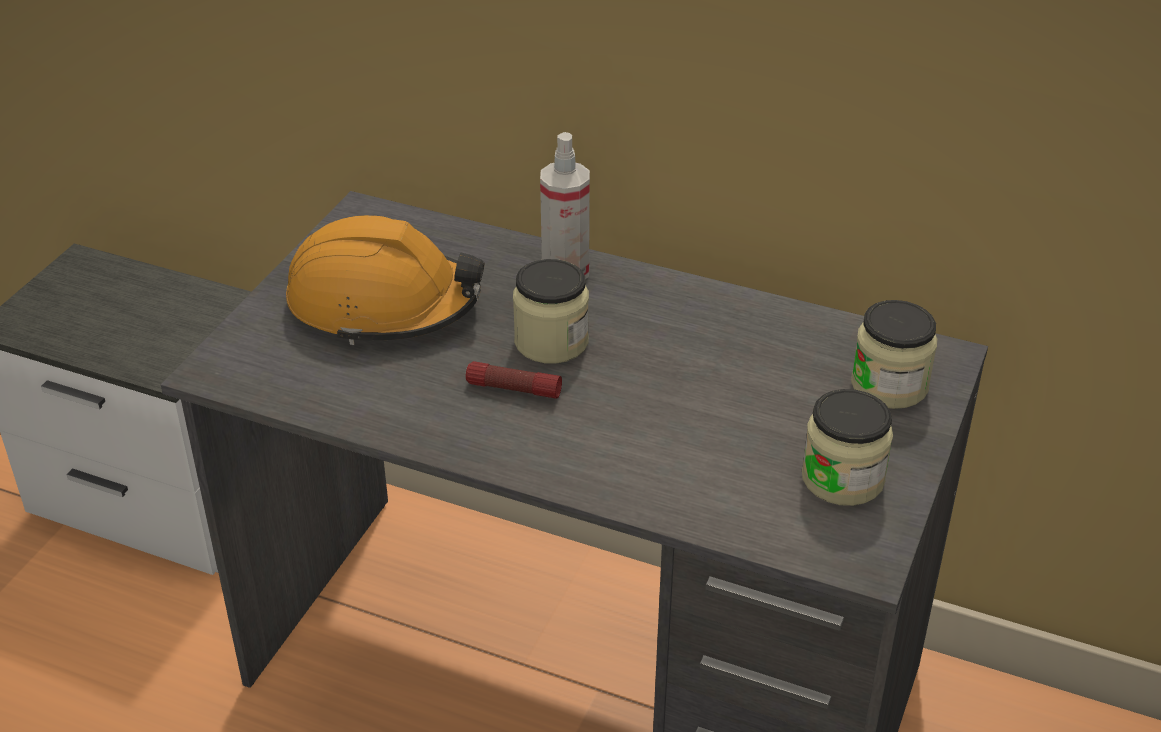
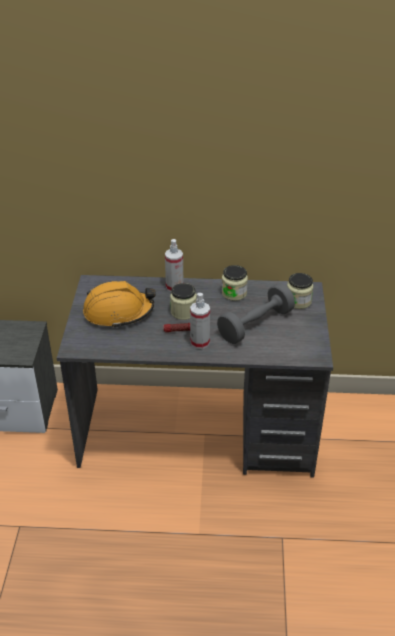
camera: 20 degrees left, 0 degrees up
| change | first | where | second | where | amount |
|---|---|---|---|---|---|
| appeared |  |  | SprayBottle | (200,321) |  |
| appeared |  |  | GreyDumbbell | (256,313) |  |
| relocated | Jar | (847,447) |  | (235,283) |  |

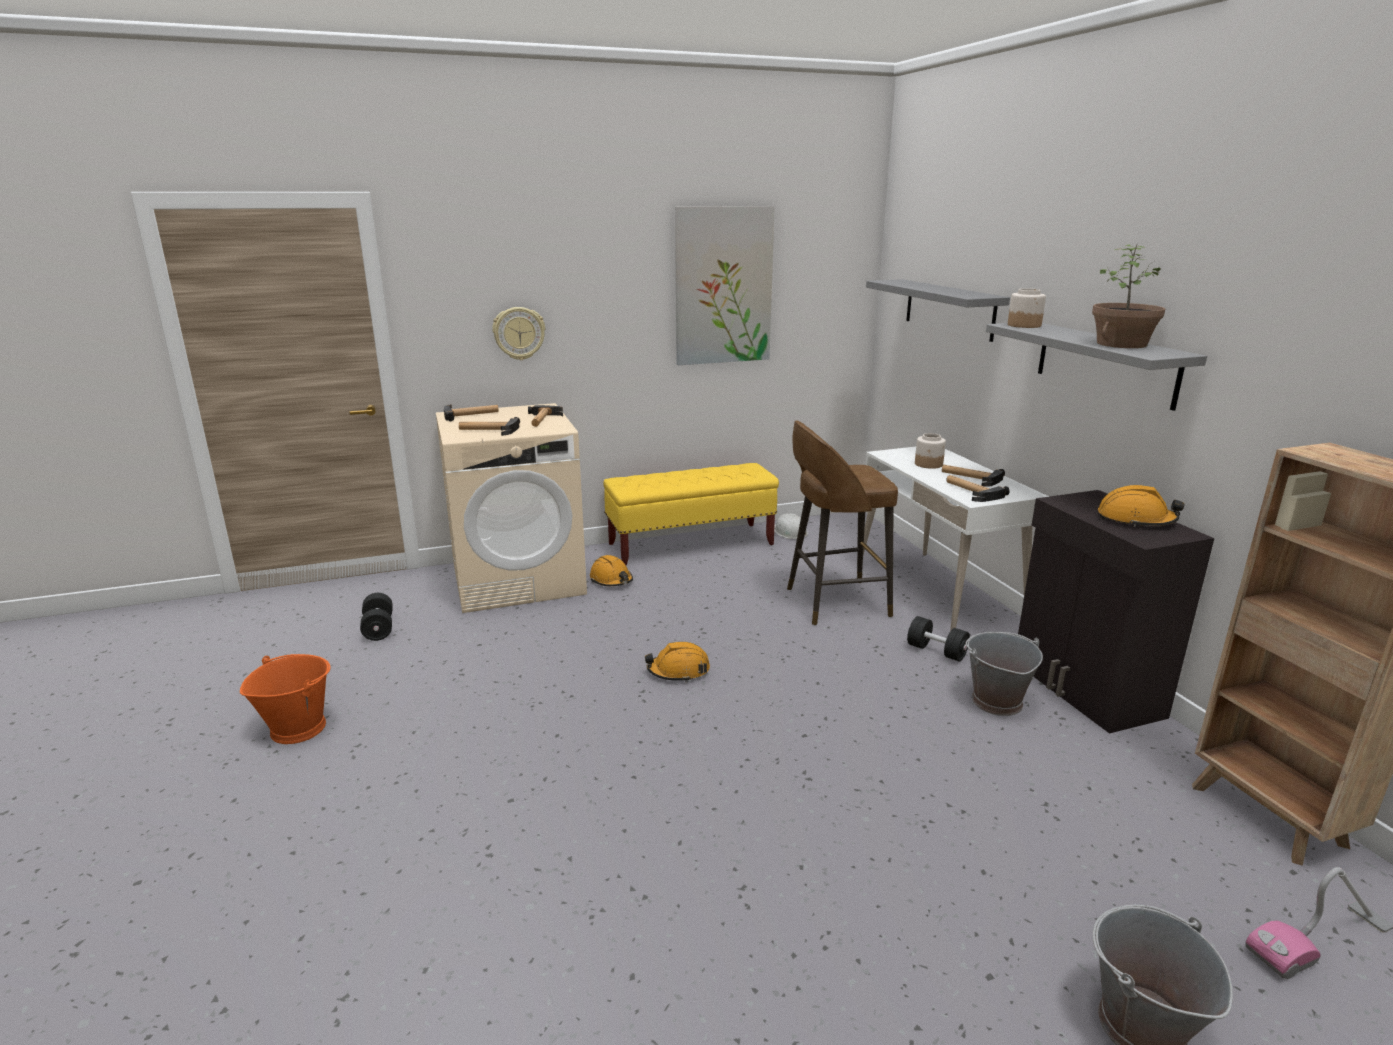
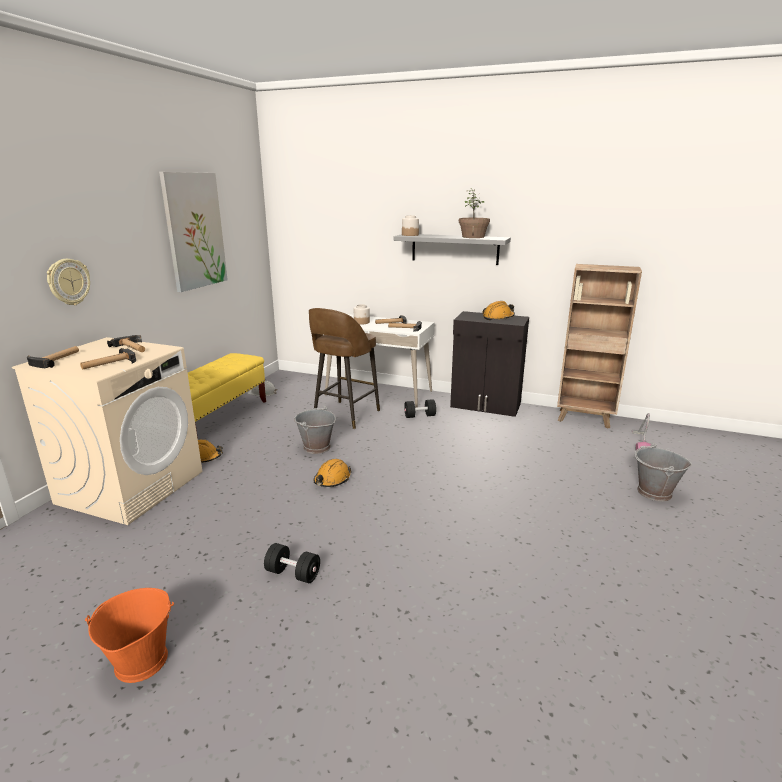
camera: 50 degrees left, 0 degrees up
| change | first | where | second | where | amount |
|---|---|---|---|---|---|
| relocated | BlackDumbbell | (376,617) |  | (292,563) |  |
| relocated | GreyBucket | (1004,674) |  | (315,430) |  |
| missing | GreyShelf | (938,310) |  |  |  |

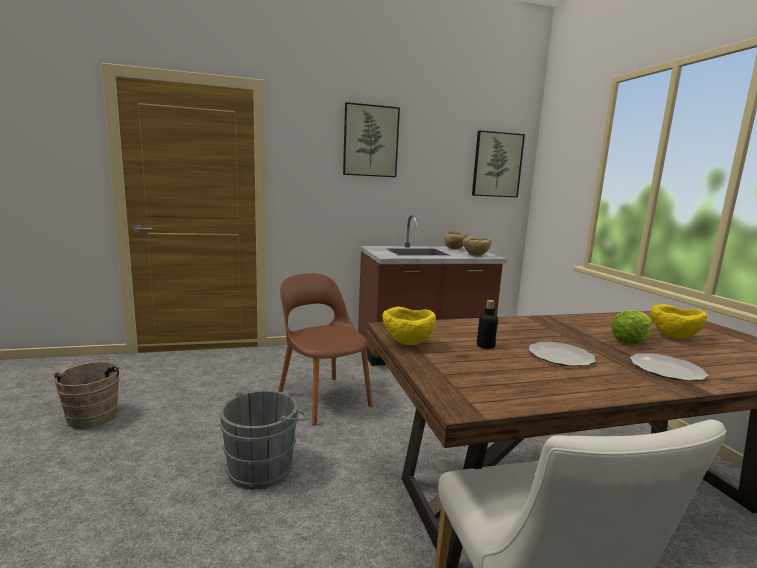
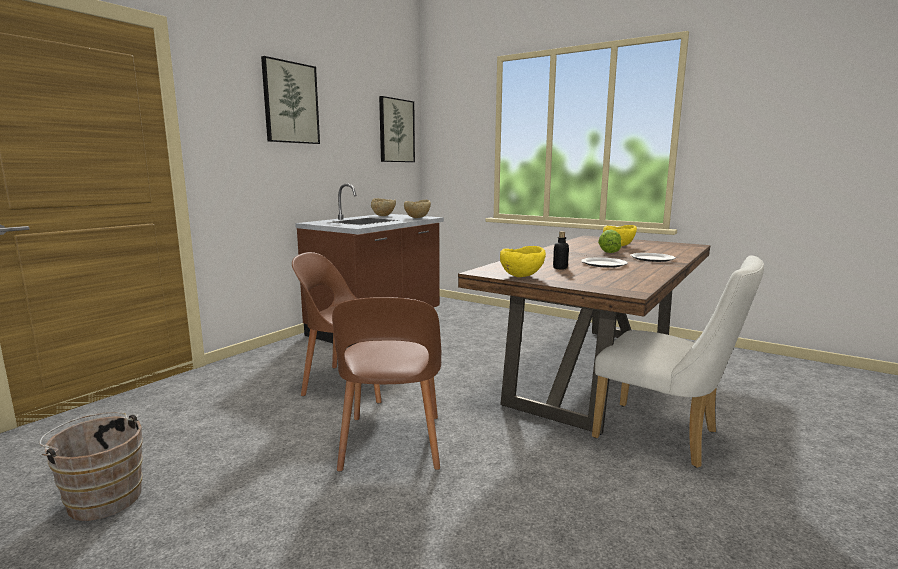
camera: 40 degrees left, 0 degrees up
| change | first | where | second | where | amount |
|---|---|---|---|---|---|
| exchanged | GreyBucket | (263,439) | BrownChair | (386,384) |  |

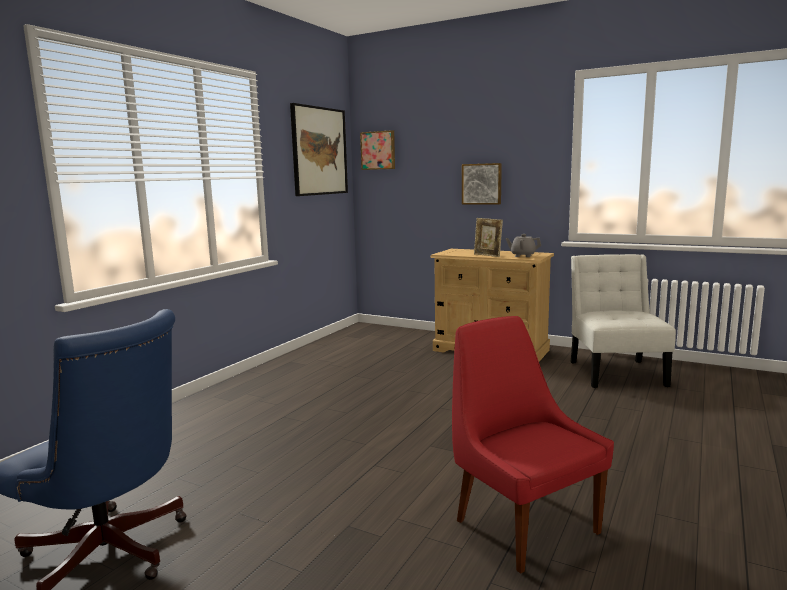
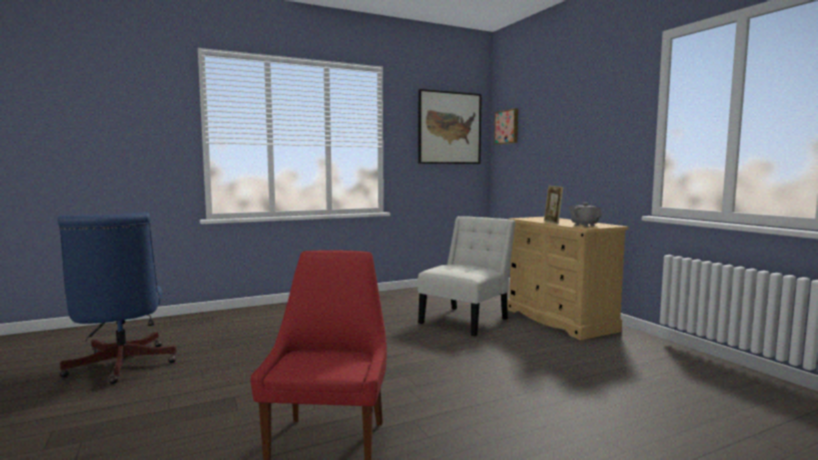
camera: 35 degrees right, 5 degrees down
| change | first | where | second | where | amount |
|---|---|---|---|---|---|
| relocated | WhiteChair | (623,321) |  | (467,276) |  |
| missing | Picture | (482,184) |  |  |  |

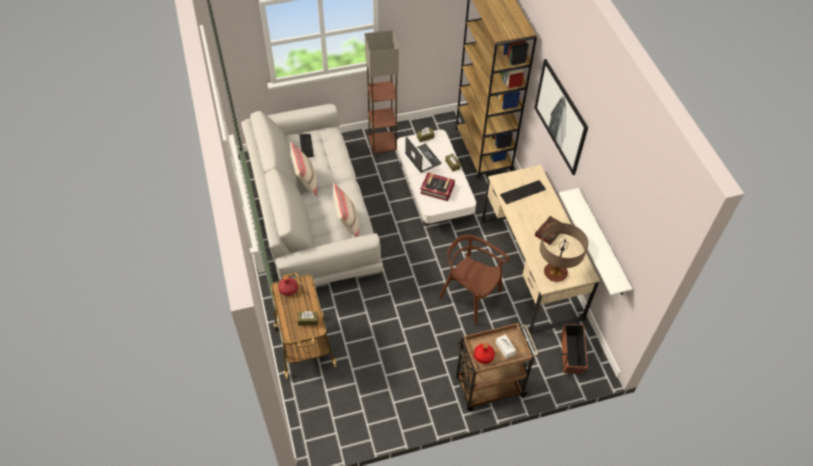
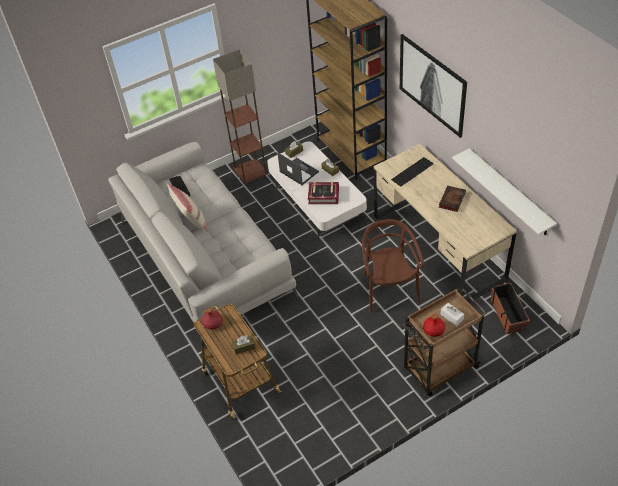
camera: 10 degrees left, 5 degrees down
| change | first | where | second | where | amount |
|---|---|---|---|---|---|
| spun | BrownChair | (474,280) |  | (393,265) | 60 degrees clockwise |
| missing | BeigePillow | (346,210) |  |  |  |
| missing | TableLamp | (564,252) |  |  |  |

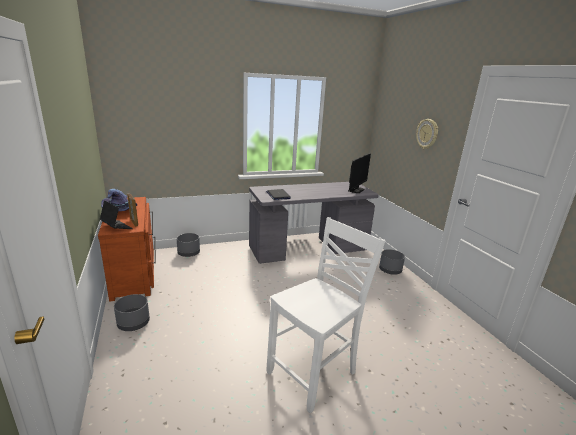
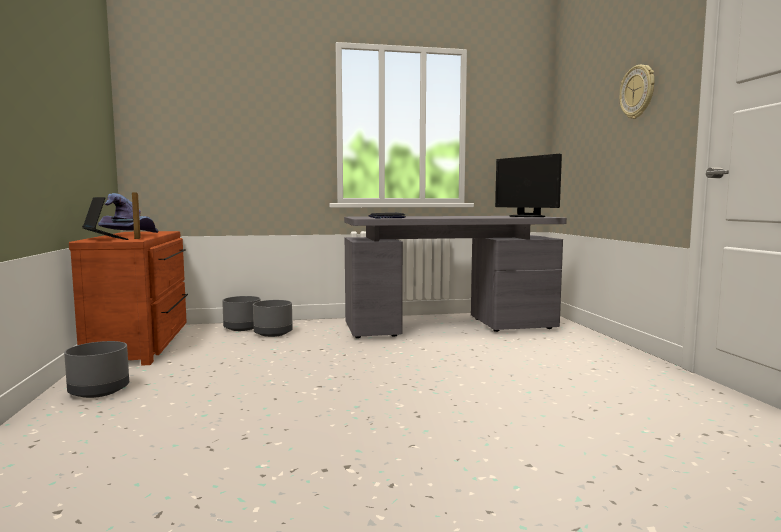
camera: 10 degrees right, 15 degrees down
| change | first | where | second | where | amount |
|---|---|---|---|---|---|
| relocated | GreyPlanter | (392,262) |  | (273,318) |  |
| spun | Monitor | (359,173) |  | (528,185) | 105 degrees clockwise |
| missing | WhiteChair | (326,315) |  |  |  |

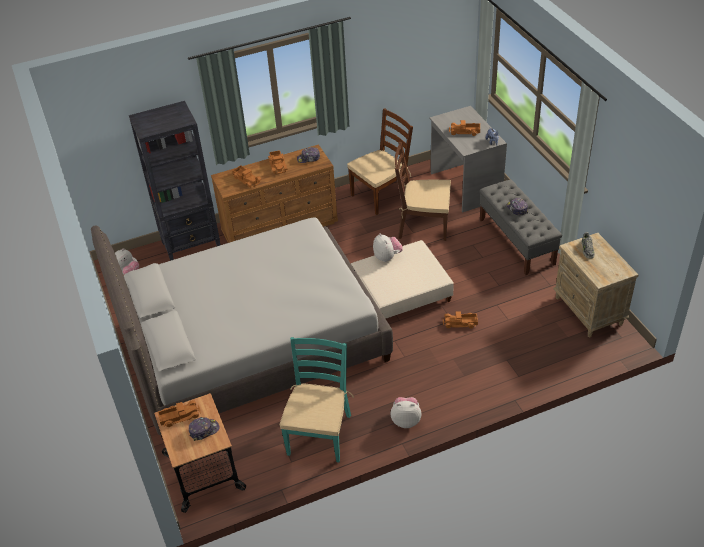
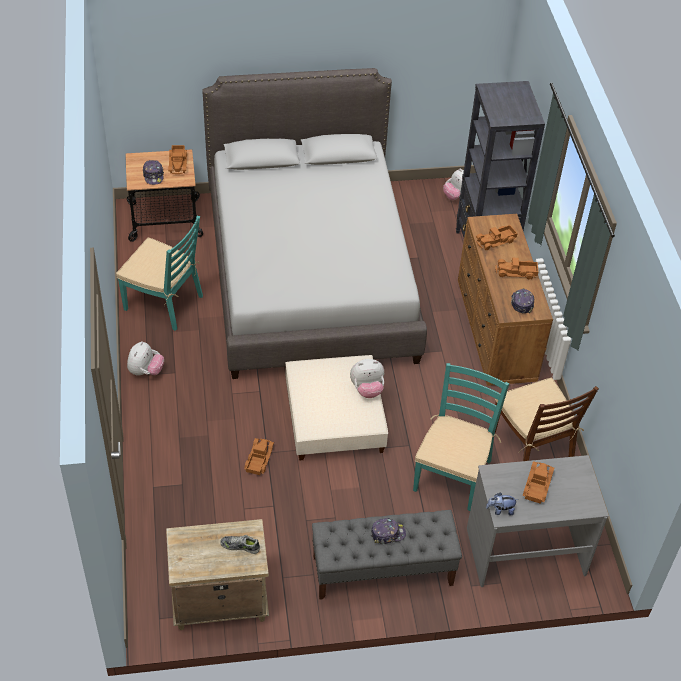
camera: 100 degrees right, 5 degrees up
| change | first | where | second | where | amount |
|---|---|---|---|---|---|
| colour | BrownChair | (423,191) | TurquoiseChair | (461,437) |  |

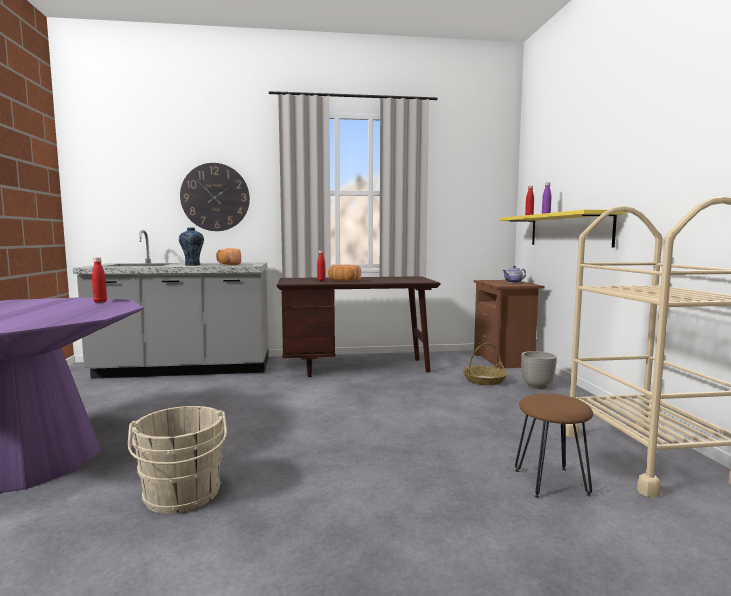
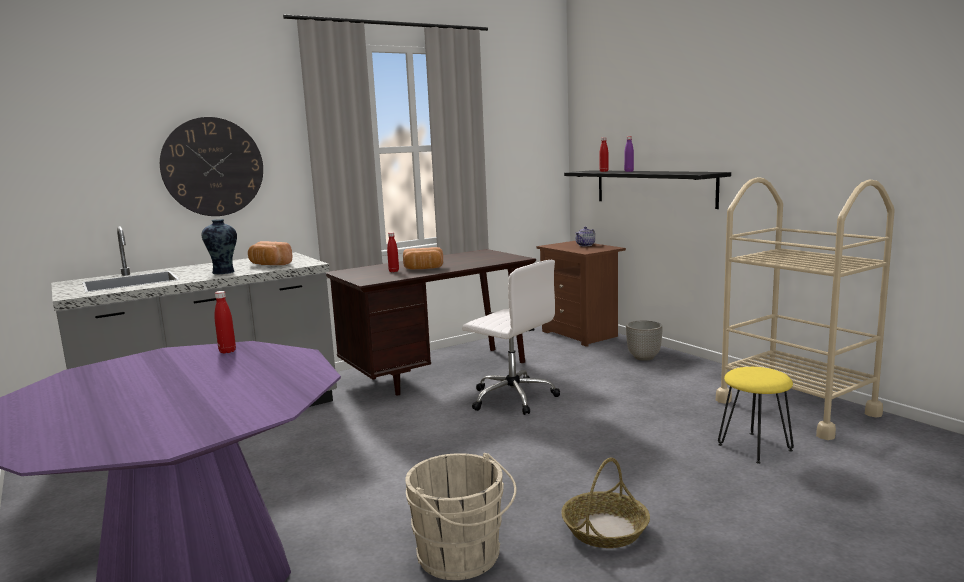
camera: 25 degrees left, 5 degrees up
| change | first | where | second | where | amount |
|---|---|---|---|---|---|
| appeared |  |  | WhiteOfficeChair | (511,337) |  |
| relocated | Basket | (485,364) |  | (605,503) |  |
| colour | YellowShelf | (562,229) | BlackShelf | (647,189) |  |
| colour | BrownStool | (554,445) | YellowStool | (756,415) |  |

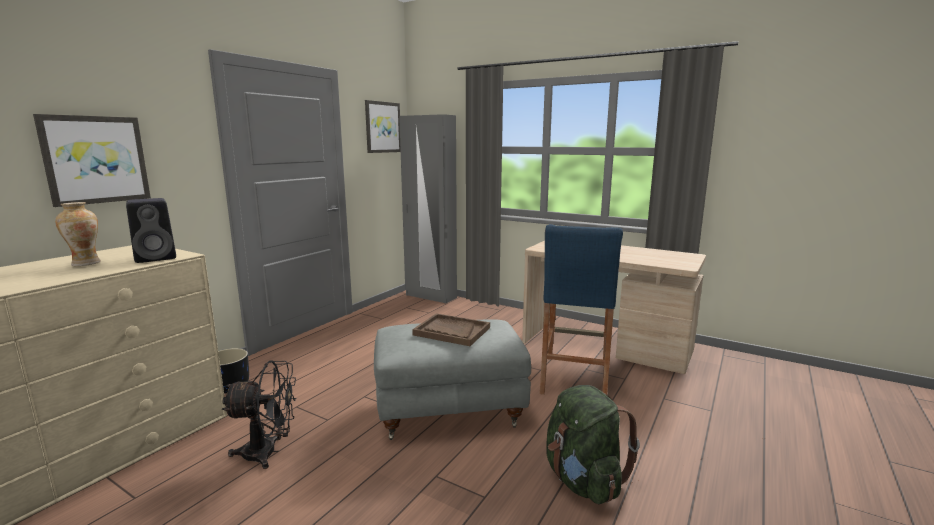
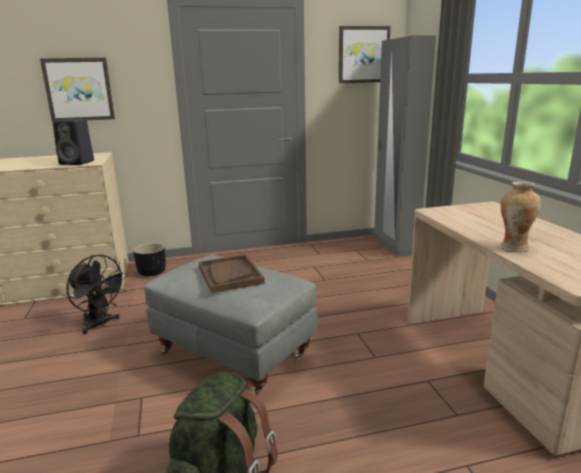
camera: 45 degrees right, 5 degrees up
| change | first | where | second | where | amount |
|---|---|---|---|---|---|
| relocated | Vase | (78,234) |  | (520,216) |  |
| missing | BlueStool | (581,309) |  |  |  |

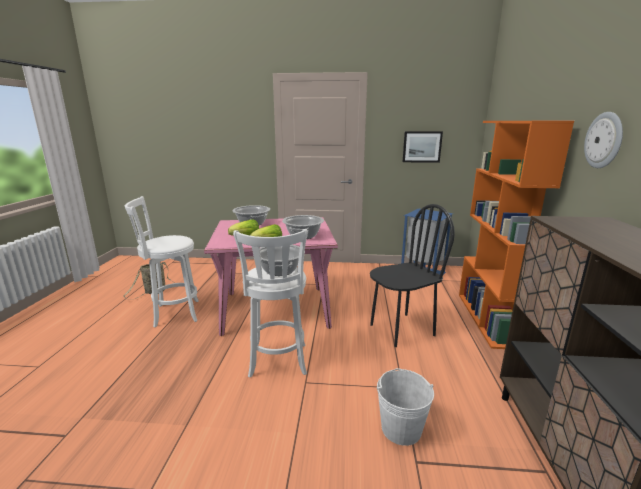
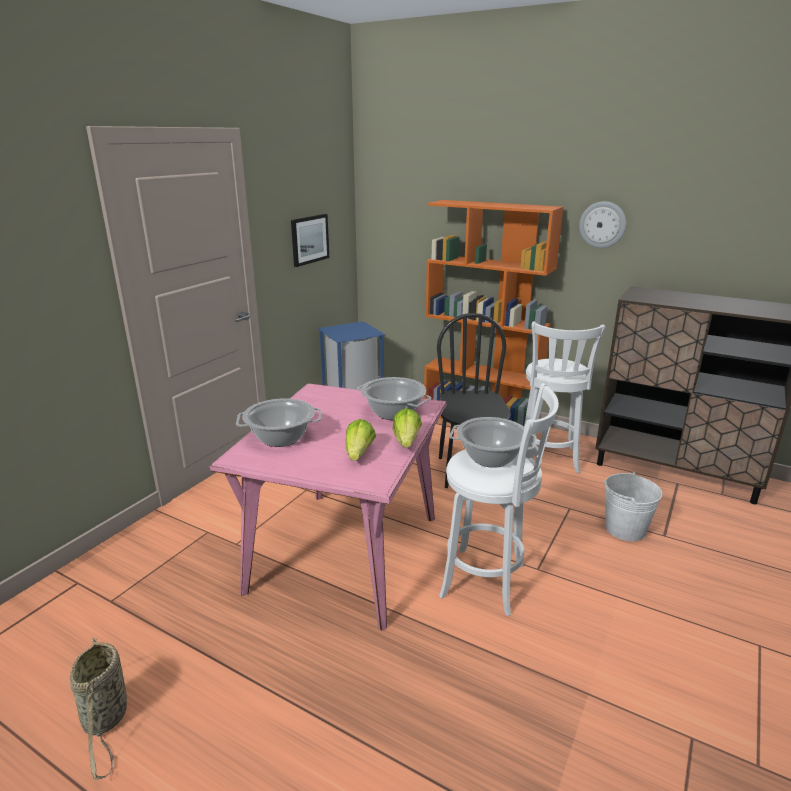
camera: 65 degrees left, 5 degrees up
| change | first | where | second | where | amount |
|---|---|---|---|---|---|
| relocated | WhiteStool | (162,261) |  | (564,397) |  |

